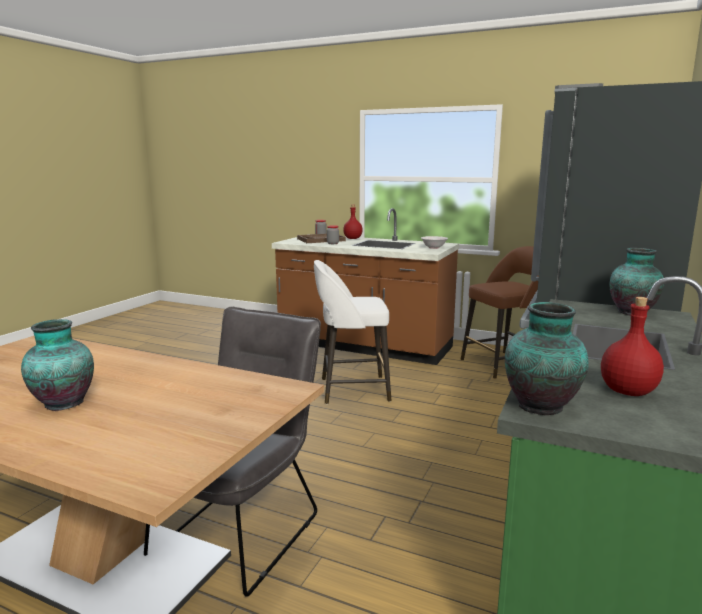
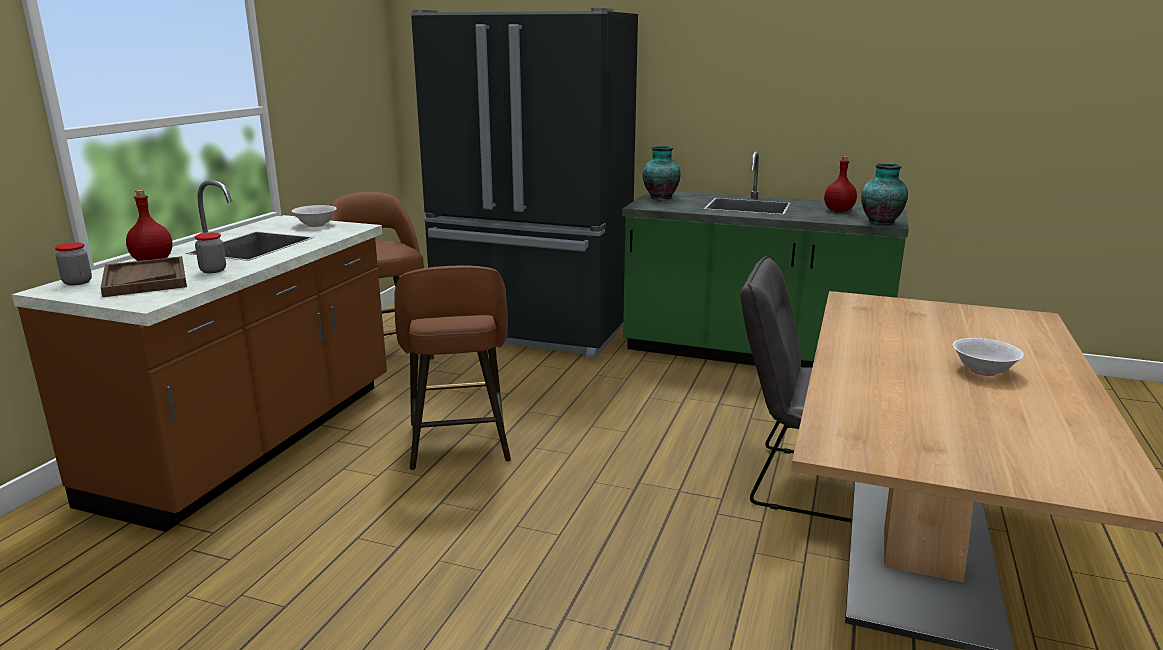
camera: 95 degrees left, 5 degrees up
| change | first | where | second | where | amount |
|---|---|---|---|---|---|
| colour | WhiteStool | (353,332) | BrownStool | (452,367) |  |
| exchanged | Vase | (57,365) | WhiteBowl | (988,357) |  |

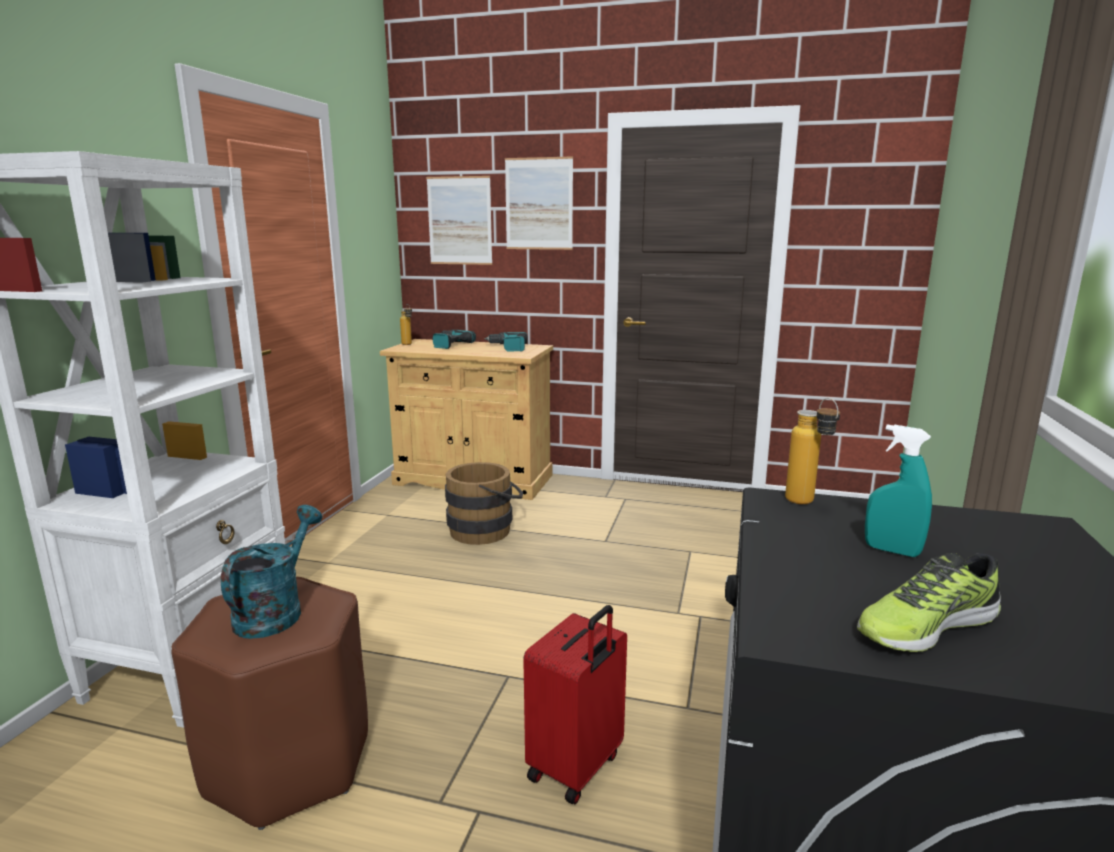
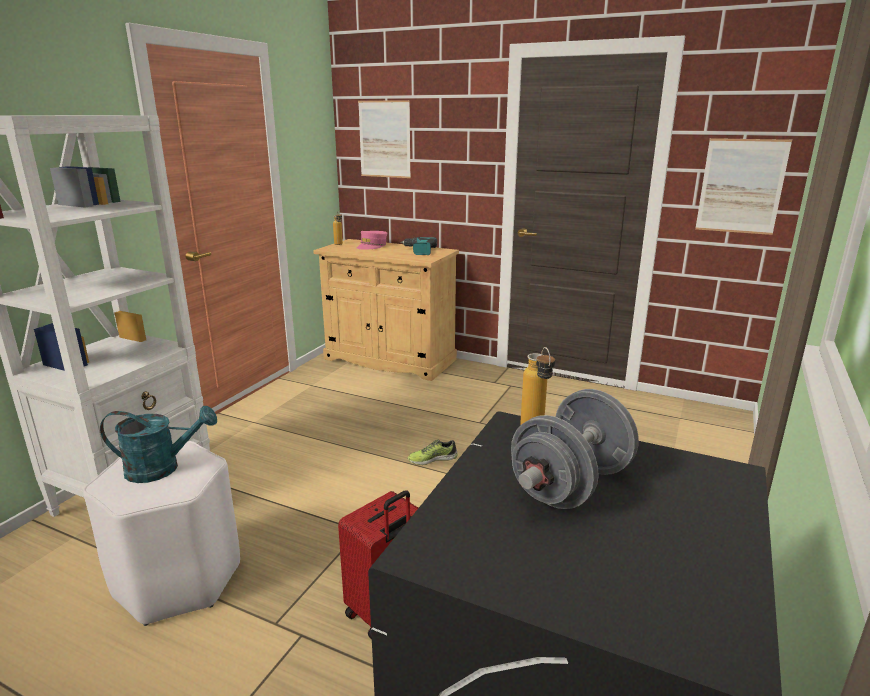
camera: 10 degrees right, 5 degrees up
| change | first | where | second | where | amount |
|---|---|---|---|---|---|
| colour | BrownStool | (269,703) | WhiteStool | (161,533) |  |
| spun | TurquoiseWateringCan | (271,572) |  | (158,444) | 60 degrees clockwise |
| exchanged | PowerDrill | (454,339) | PinkCap | (372,240) |  |
| relocated | Shoe | (929,602) |  | (433,452) |  |
| exchanged | TurquoiseSprayBottle | (898,490) | GreyDumbbell | (575,449) |  |
| relocated | Picture | (539,203) |  | (743,186) |  |
| missing | BrownBucket | (484,503) |  |  |  |

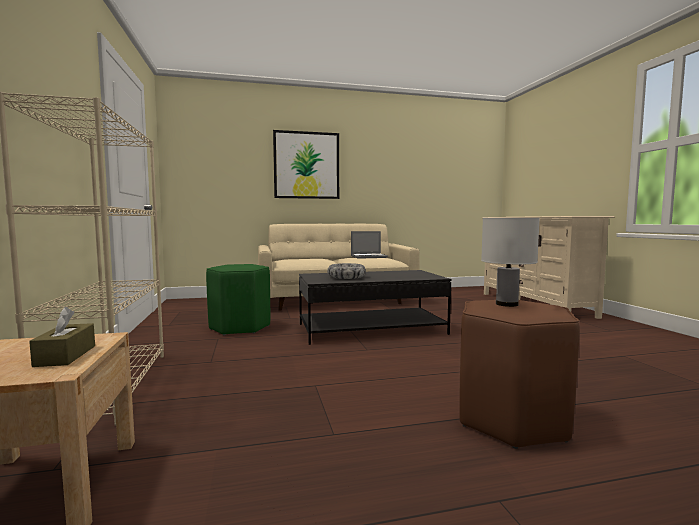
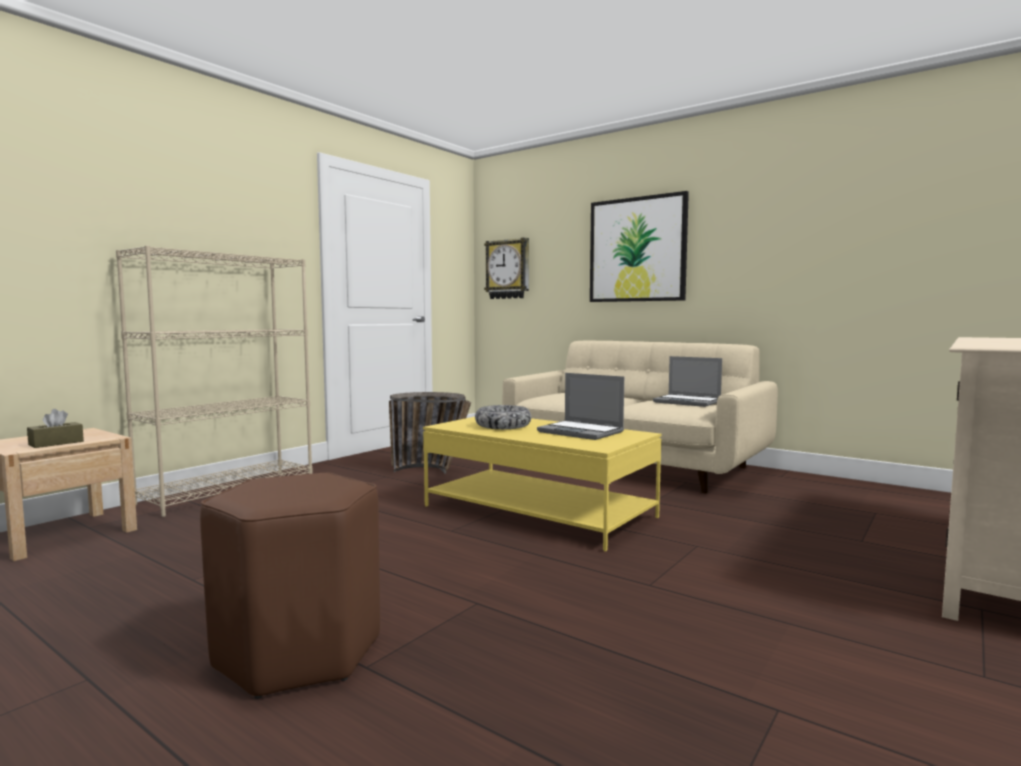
camera: 50 degrees right, 0 degrees up
| change | first | where | second | where | amount |
|---|---|---|---|---|---|
| exchanged | GreenStool | (238,299) | Basket | (430,433) |  |
| colour | BlackCoffeeTable | (375,307) | YellowCoffeeTable | (542,484) |  |
| appeared |  |  | WallClock | (506,268) |  |
| appeared |  |  | Laptop | (580,406) |  |
| missing | WhiteTableLamp | (510,262) |  |  |  |

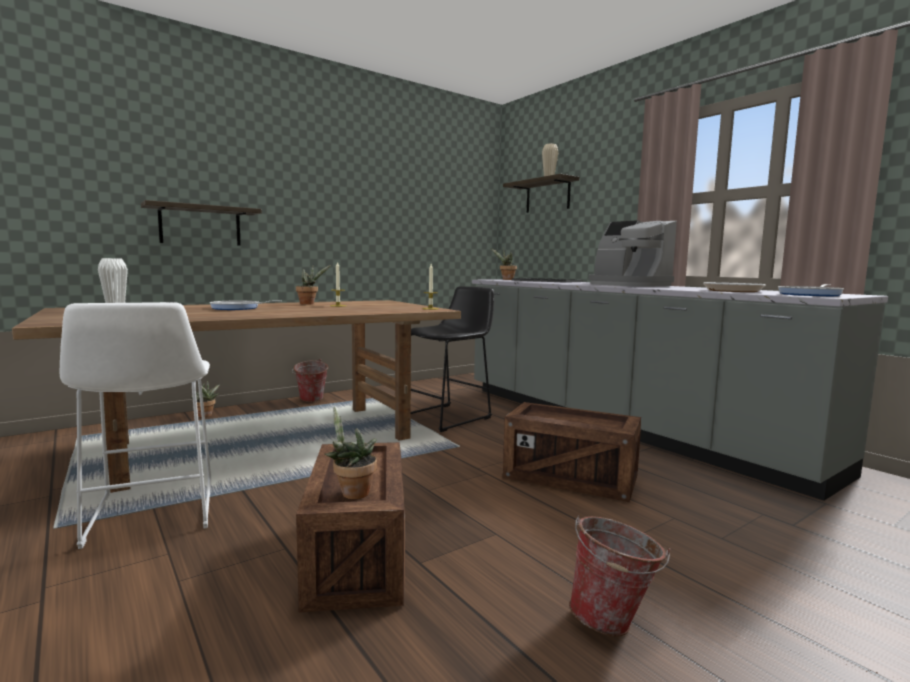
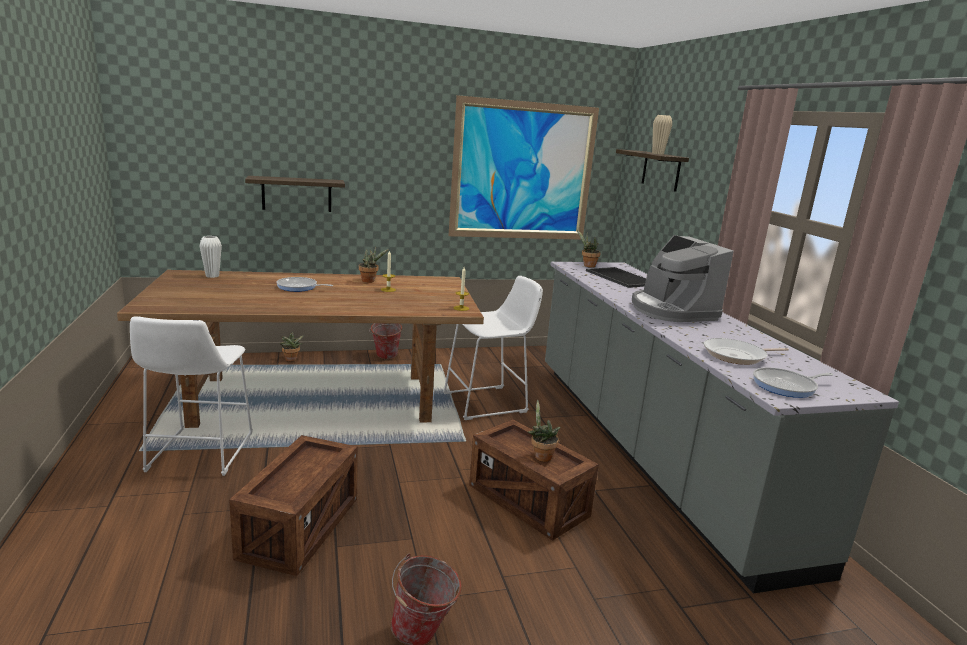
camera: 20 degrees right, 10 degrees up
| change | first | where | second | where | amount |
|---|---|---|---|---|---|
| colour | BlackStool | (452,359) | WhiteStool | (493,348) |  |
| appeared |  |  | Picture | (524,167) |  |
| relocated | PottedPlant | (351,452) |  | (544,430) |  |

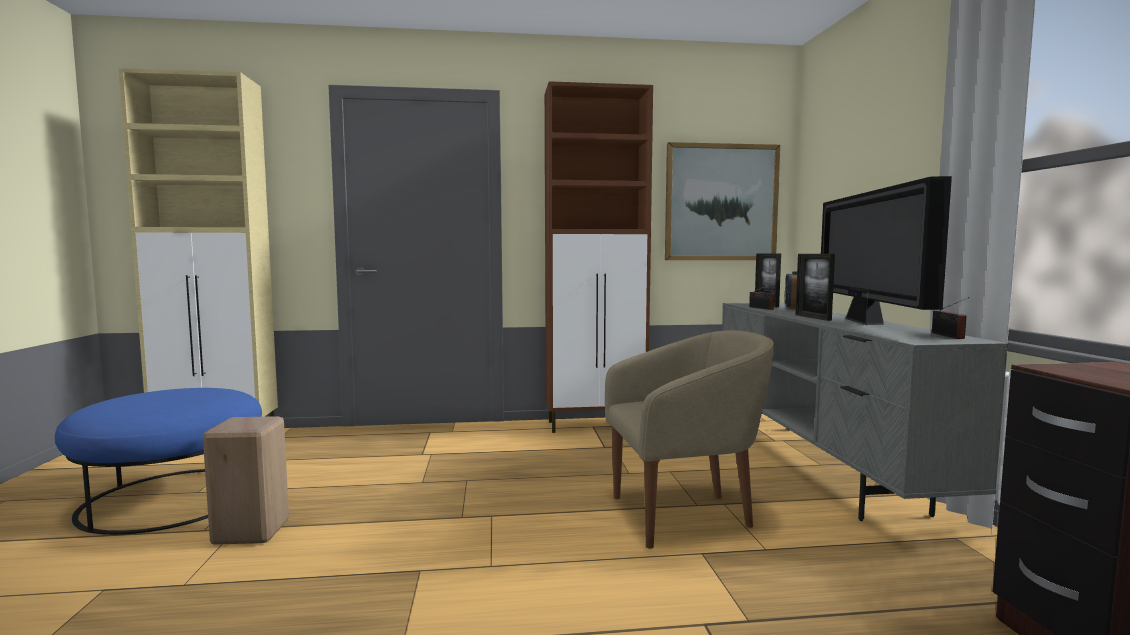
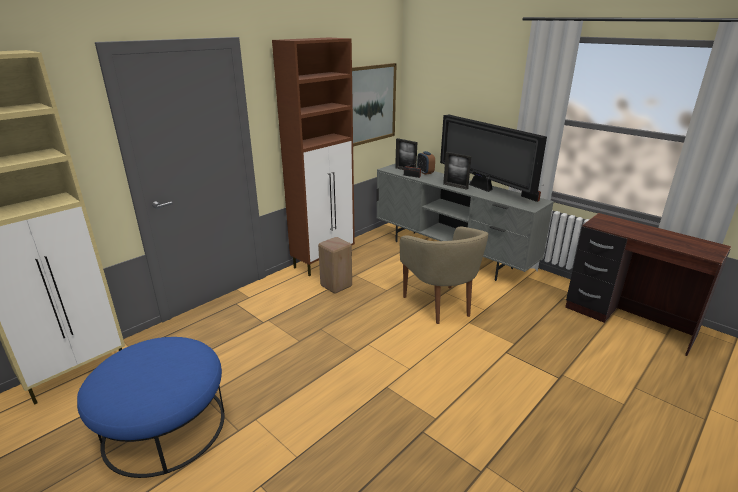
camera: 40 degrees left, 20 degrees up
| change | first | where | second | where | amount |
|---|---|---|---|---|---|
| relocated | BeigeStool | (246,480) |  | (335,265) |  |
| spun | BeigeArmchair | (689,439) |  | (444,275) | 120 degrees clockwise |

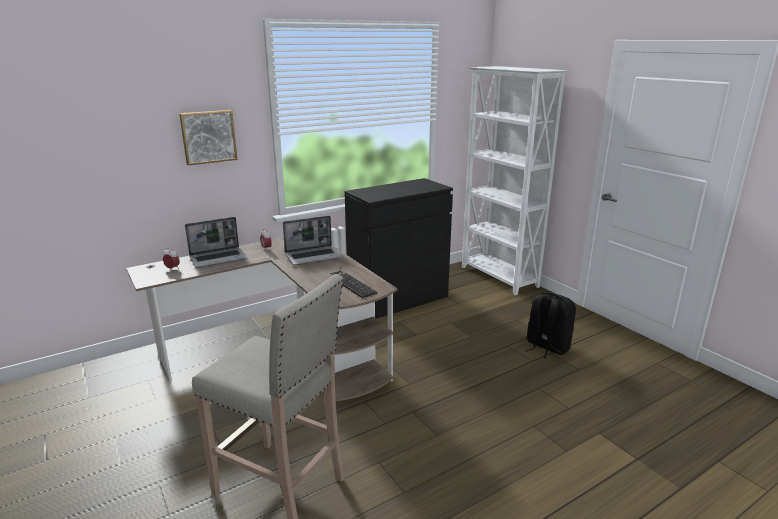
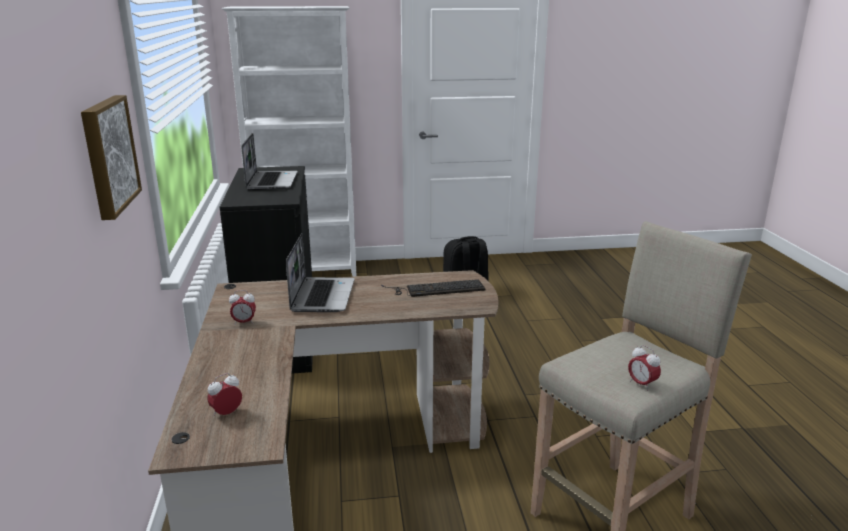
camera: 65 degrees left, 0 degrees up
| change | first | where | second | where | amount |
|---|---|---|---|---|---|
| relocated | Laptop | (216,242) |  | (269,161) |  |
| appeared |  |  | AlarmClock | (644,368) |  |

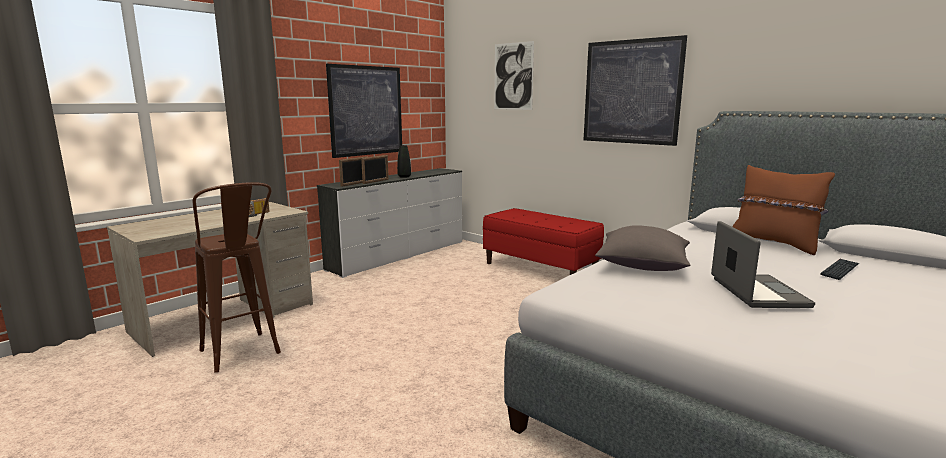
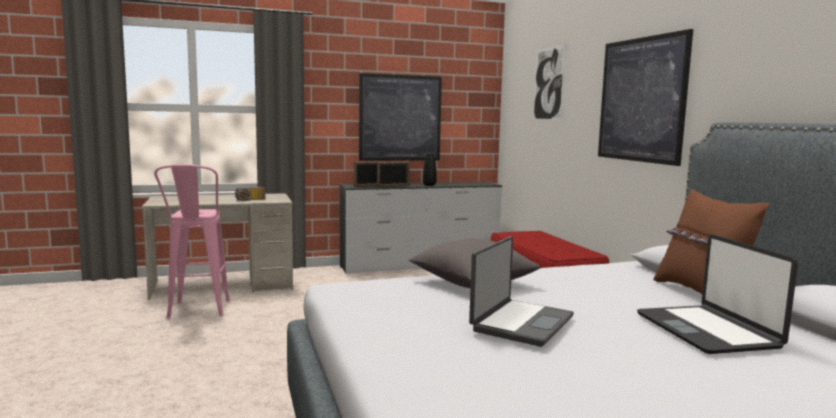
camera: 30 degrees right, 5 degrees down
| change | first | where | second | where | amount |
|---|---|---|---|---|---|
| colour | BrownStool | (236,277) | PinkStool | (192,241) |  |
| exchanged | Keyboard | (840,269) | Laptop | (717,294) |  |

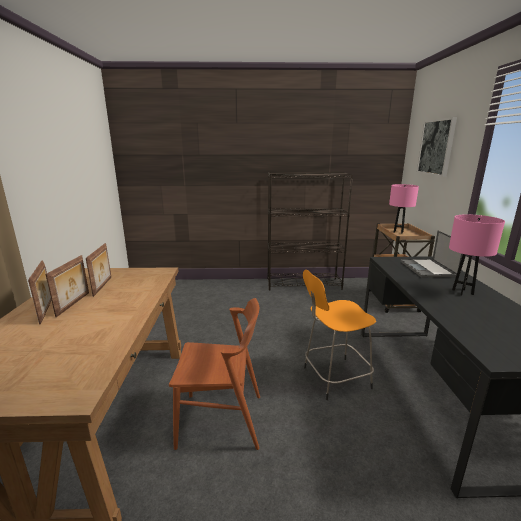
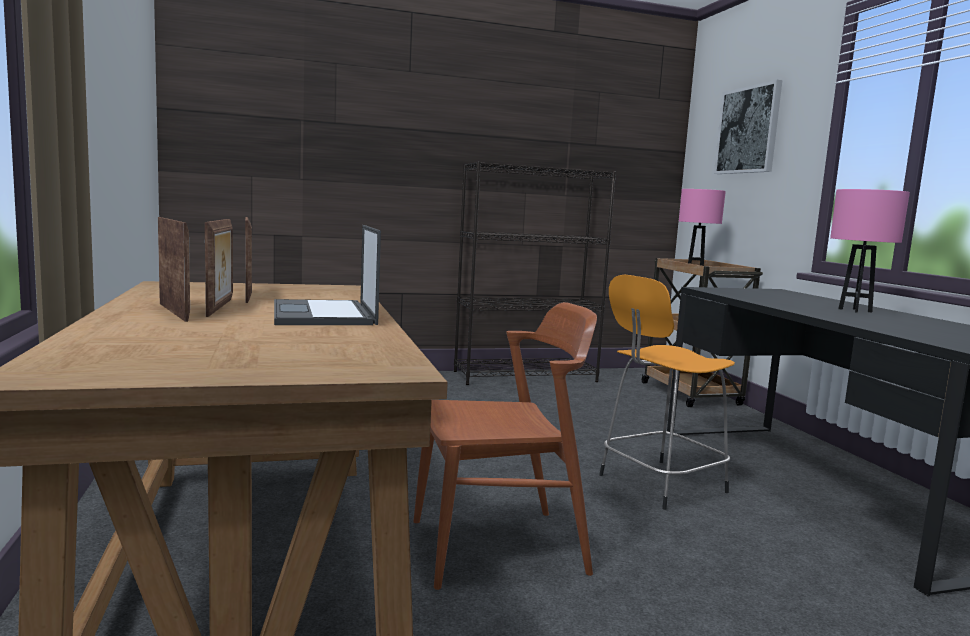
camera: 15 degrees left, 10 degrees down
| change | first | where | second | where | amount |
|---|---|---|---|---|---|
| relocated | Laptop | (431,254) |  | (327,275) |  |

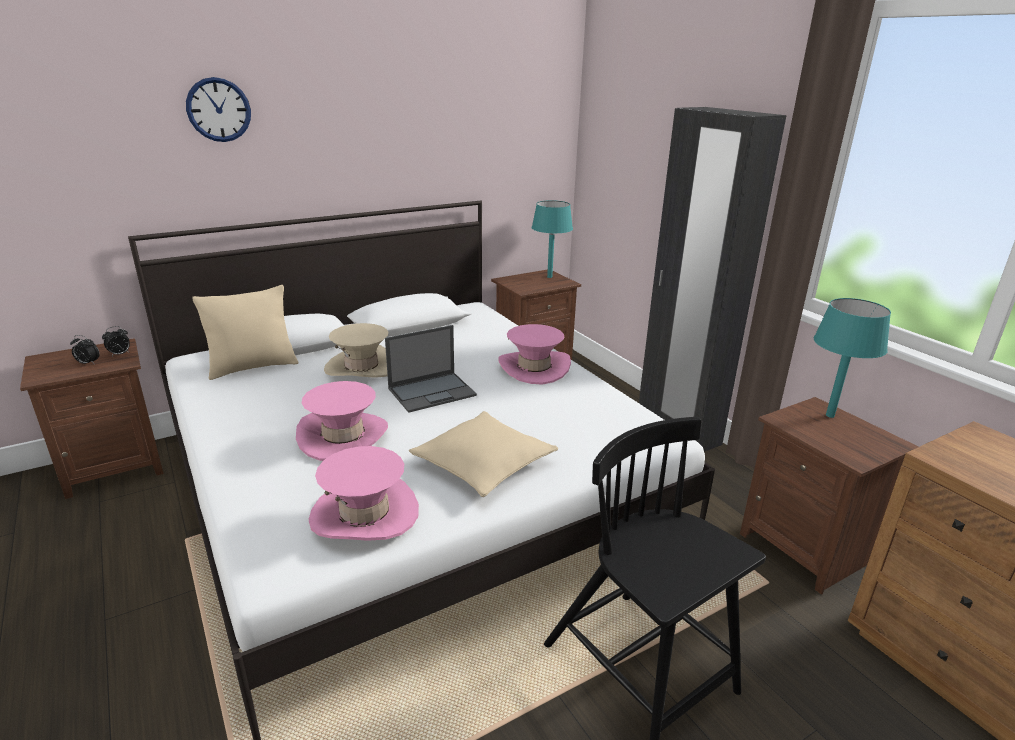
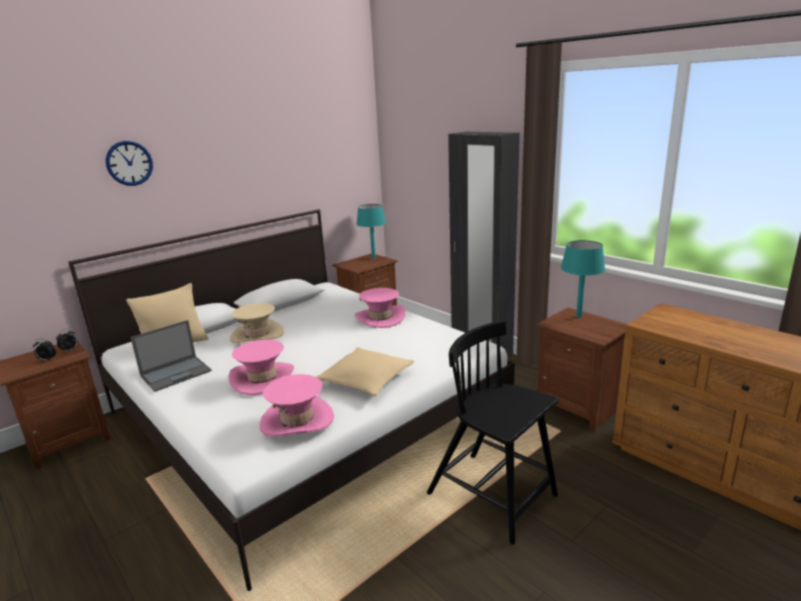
camera: 10 degrees left, 5 degrees down
| change | first | where | second | where | amount |
|---|---|---|---|---|---|
| relocated | Laptop | (431,369) |  | (171,356) |  |

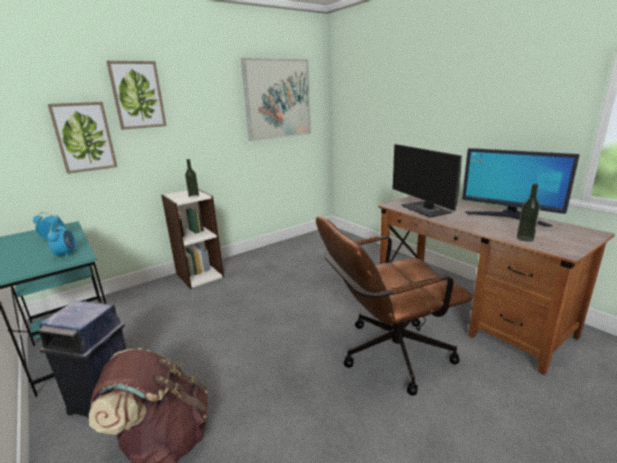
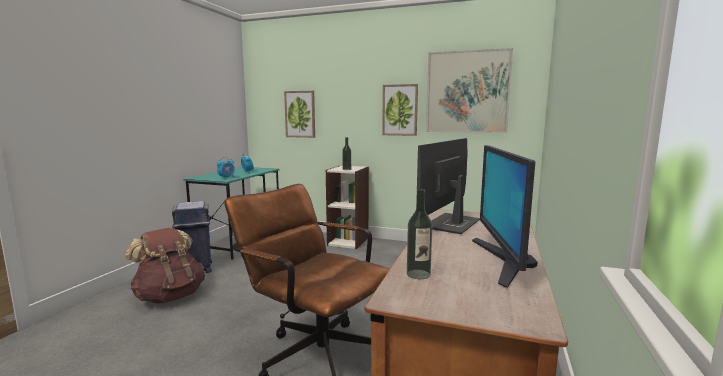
camera: 55 degrees right, 10 degrees down
| change | first | where | second | where | amount |
|---|---|---|---|---|---|
| relocated | Picture | (136,95) |  | (400,110) |  |

